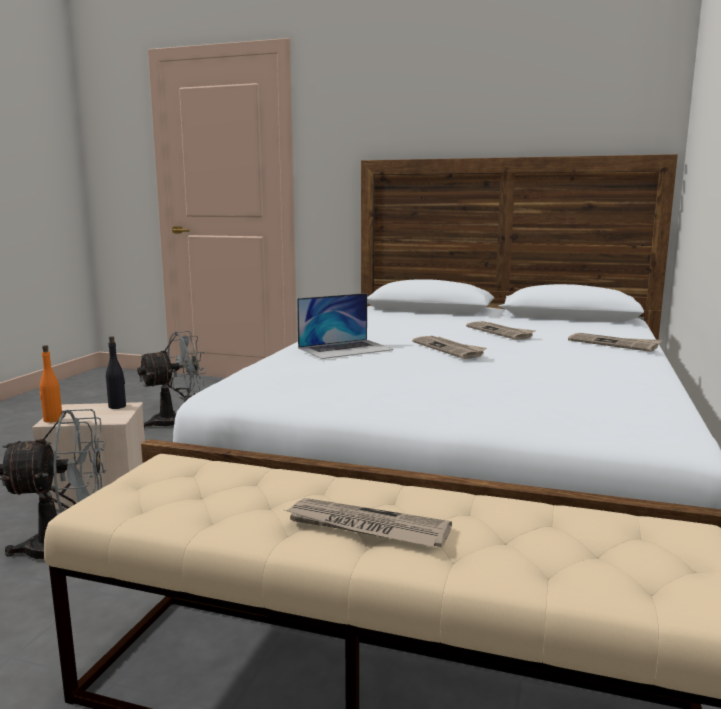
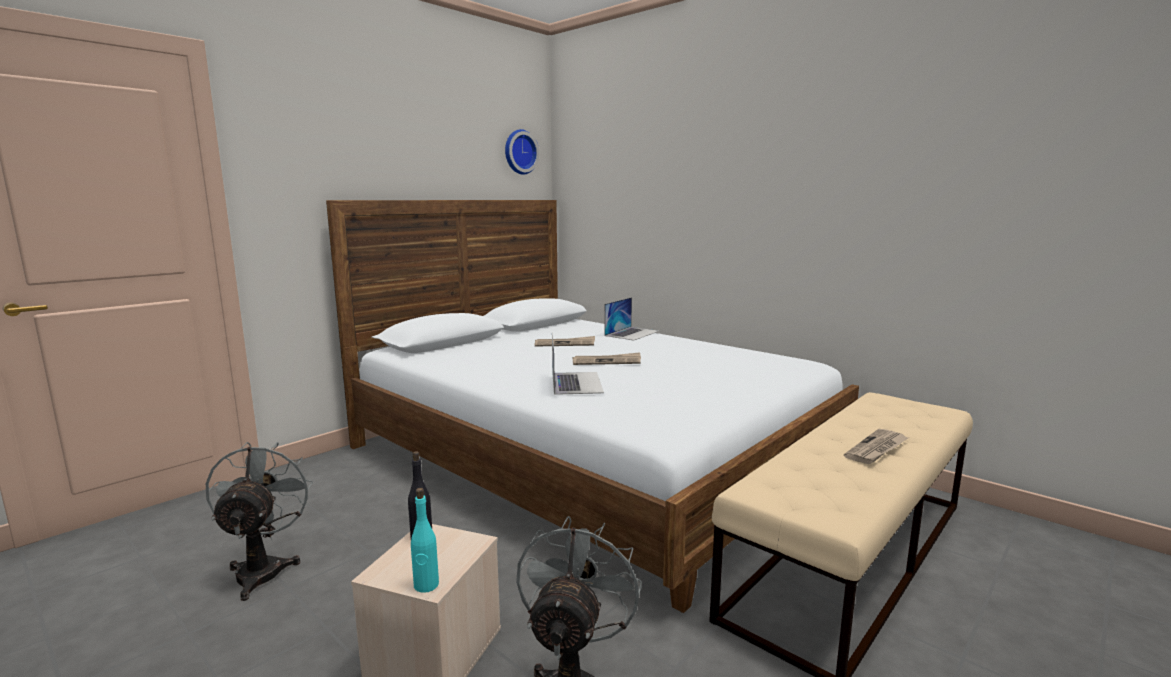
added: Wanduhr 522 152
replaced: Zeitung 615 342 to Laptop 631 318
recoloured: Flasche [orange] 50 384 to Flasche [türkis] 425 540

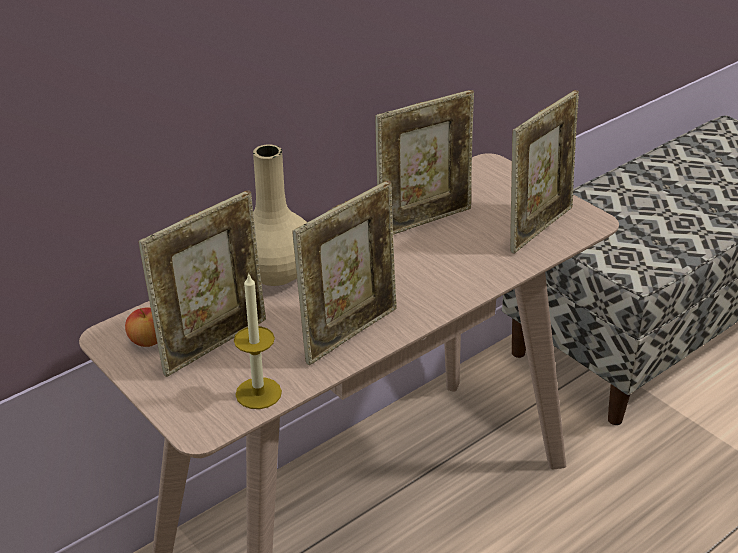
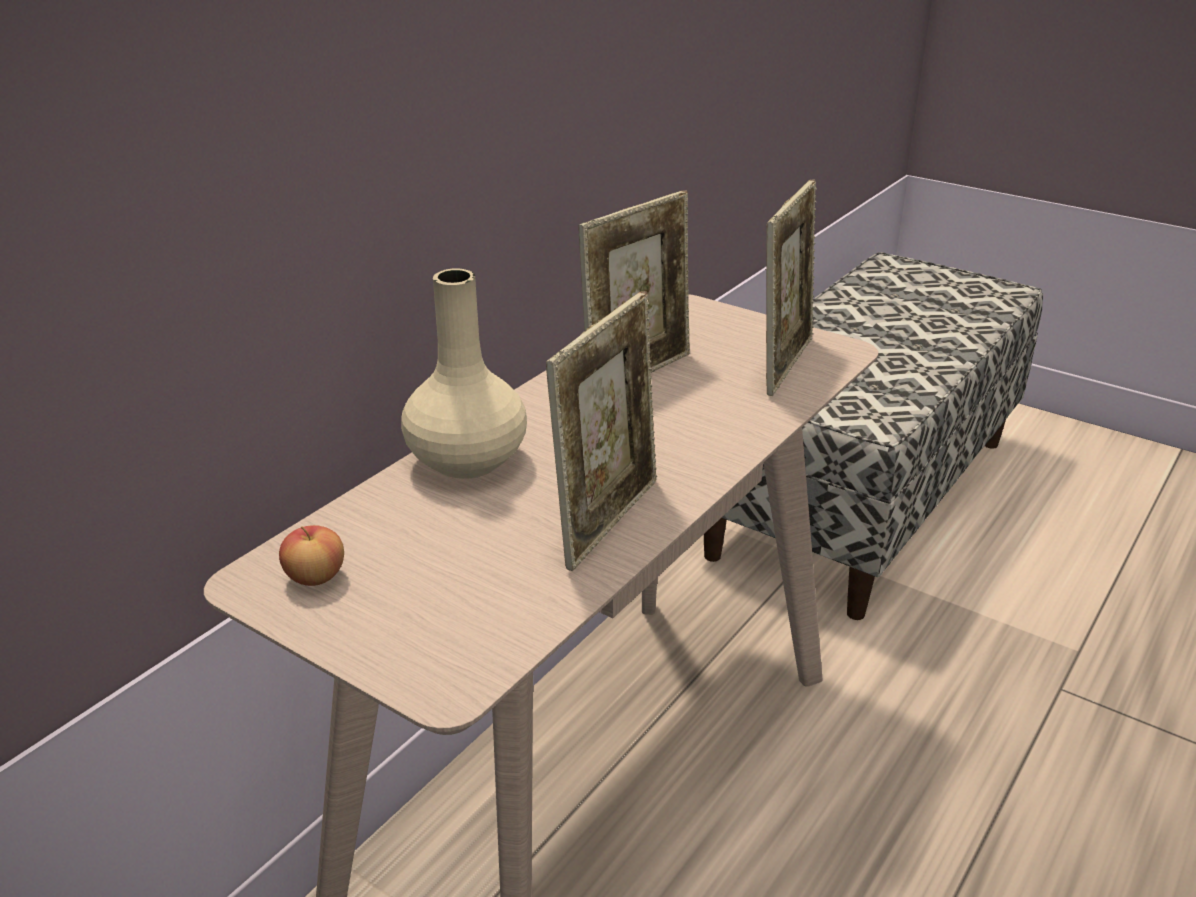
removed: Bilderrahmen 202 283; Kerze 258 340

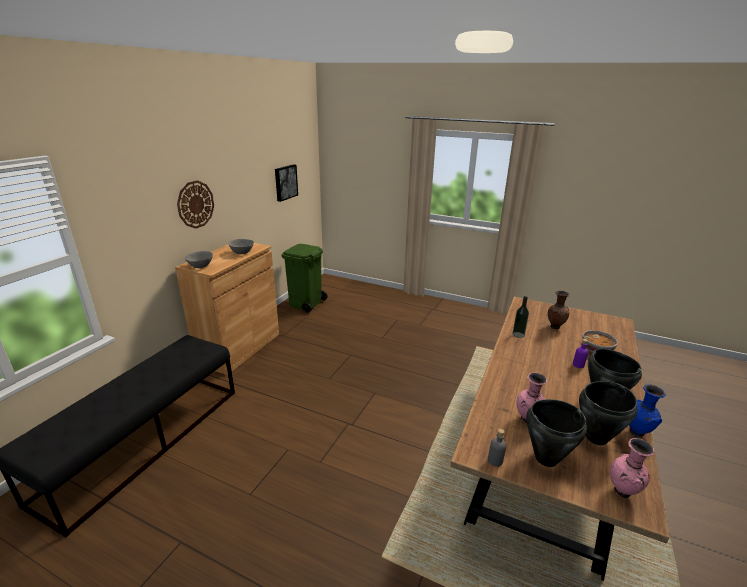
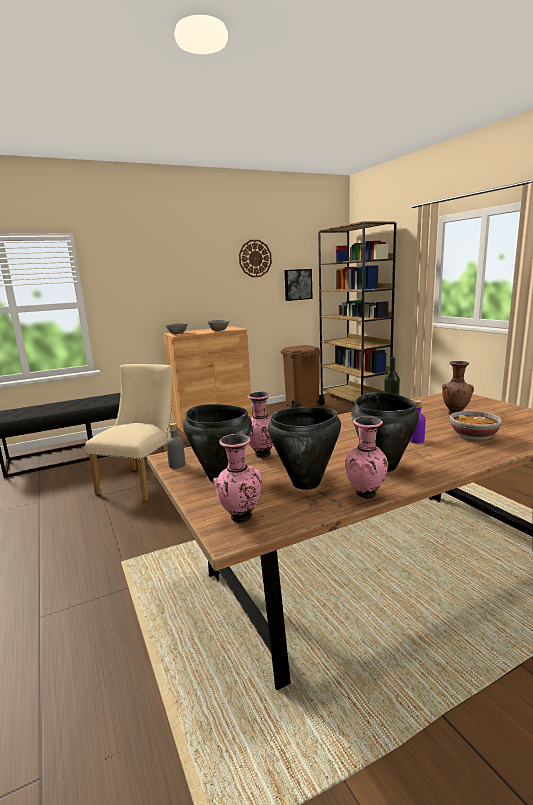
added: Stuhl [beige] 129 432; Bücherregal [braun] 357 311
moved: Wanduhr 195 204 to 255 258
recoloured: Mülleimer [grün] 305 278 to Mülleimer [braun] 303 376; Vase [blau] 647 410 to Vase [rosa] 366 458

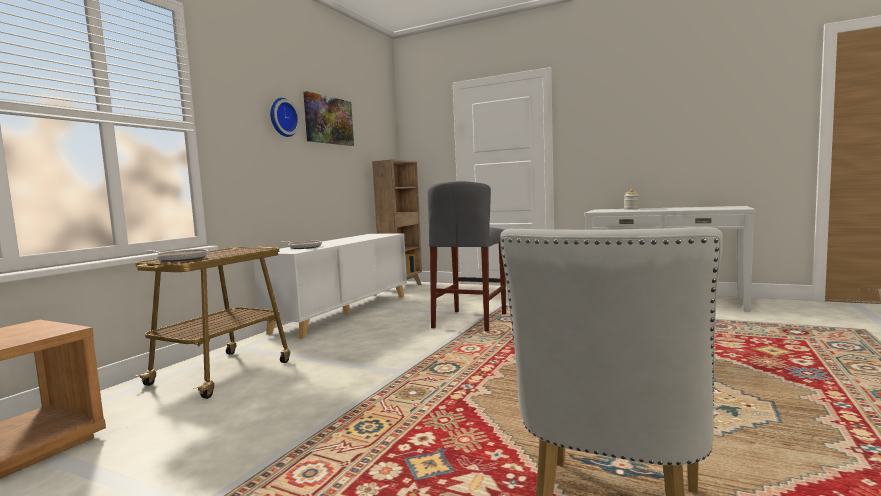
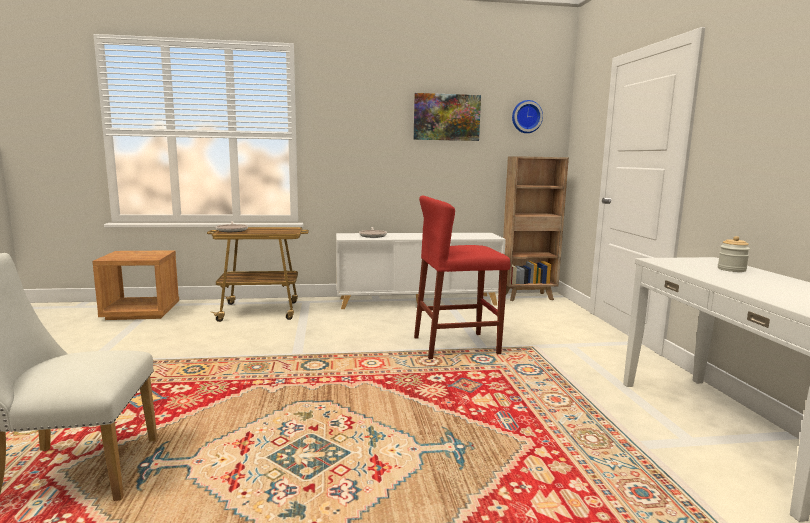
moved: Wanduhr 285 117 to 527 116
recoloured: Hocker [grau] 466 256 to Hocker [rot] 462 277

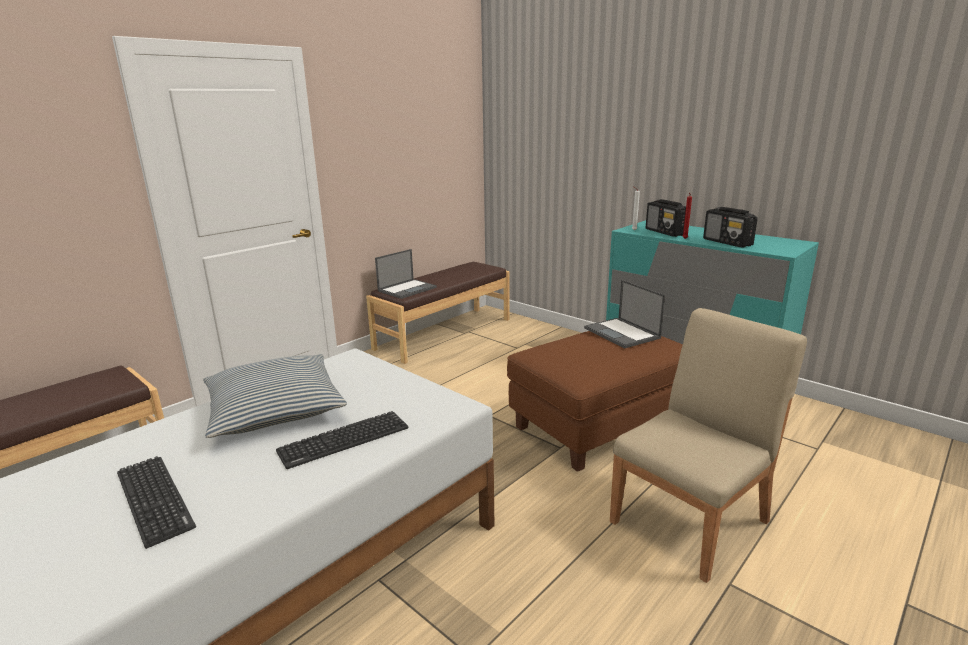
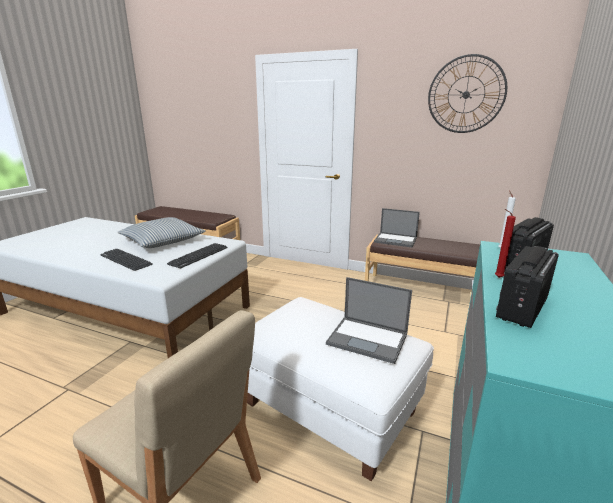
added: Wanduhr 467 93
moved: Tastatur 156 502 to 197 255
recoloured: Polsterhocker [braun] 595 401 to Polsterhocker [weiß] 340 389
turned: Laptop 624 314 = 369 320 105 degrees counterclockwise

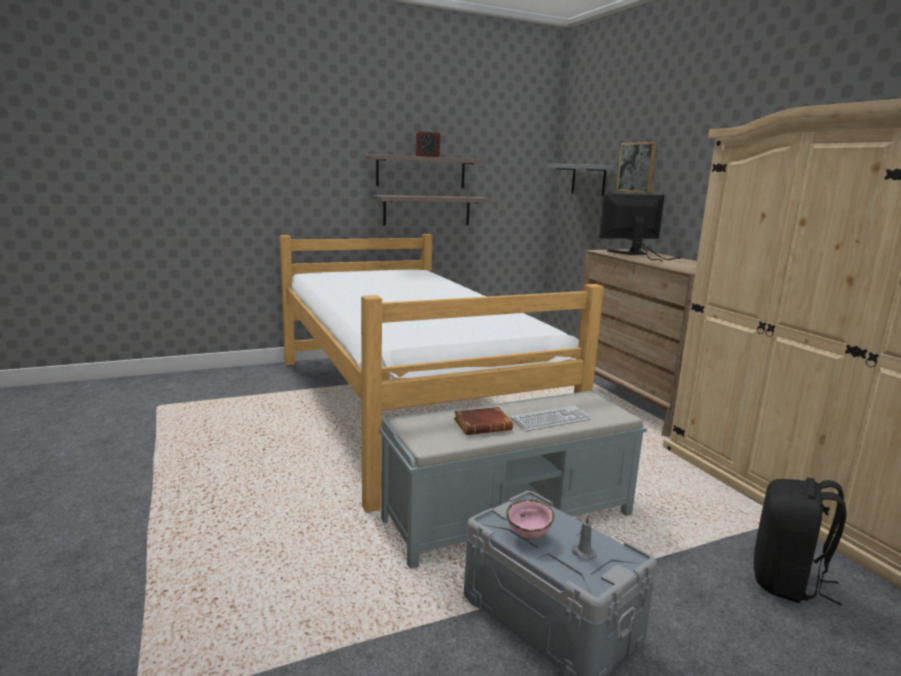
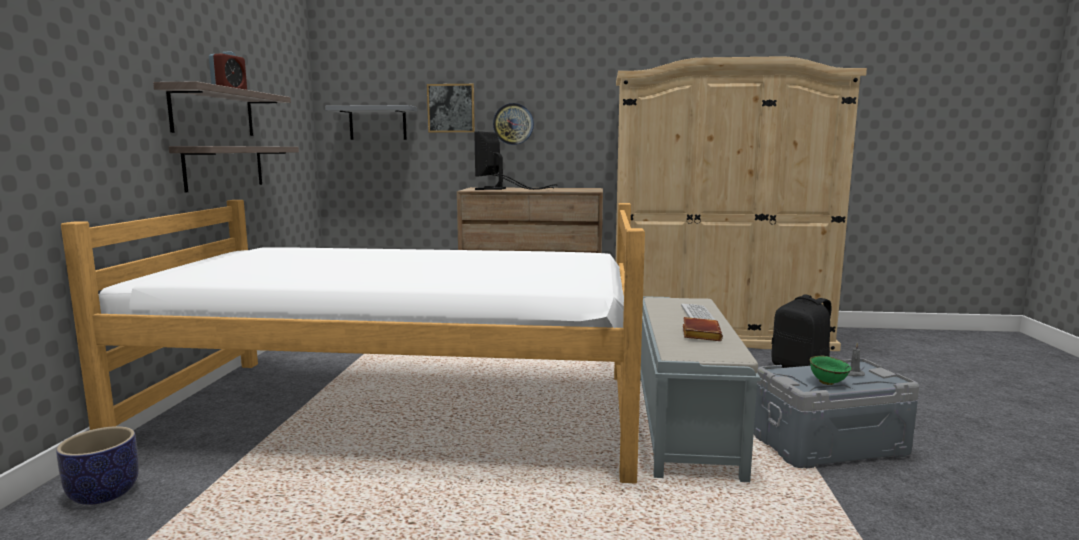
added: Pflanzkübel 97 465; Wanduhr 513 124
recoloured: Schüssel [rosa] 530 519 to Schüssel [grün] 830 370

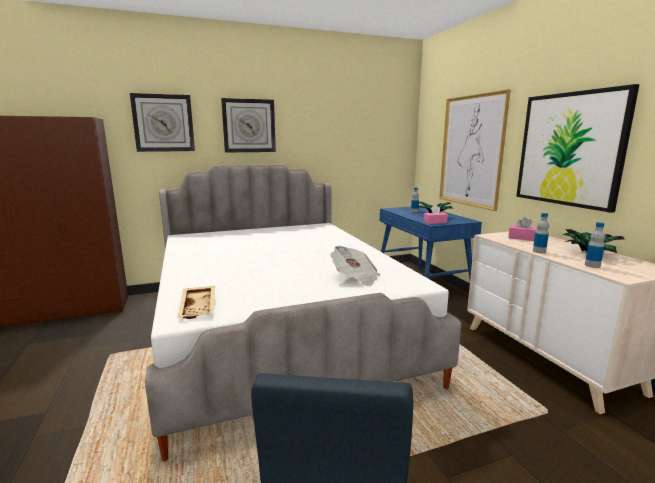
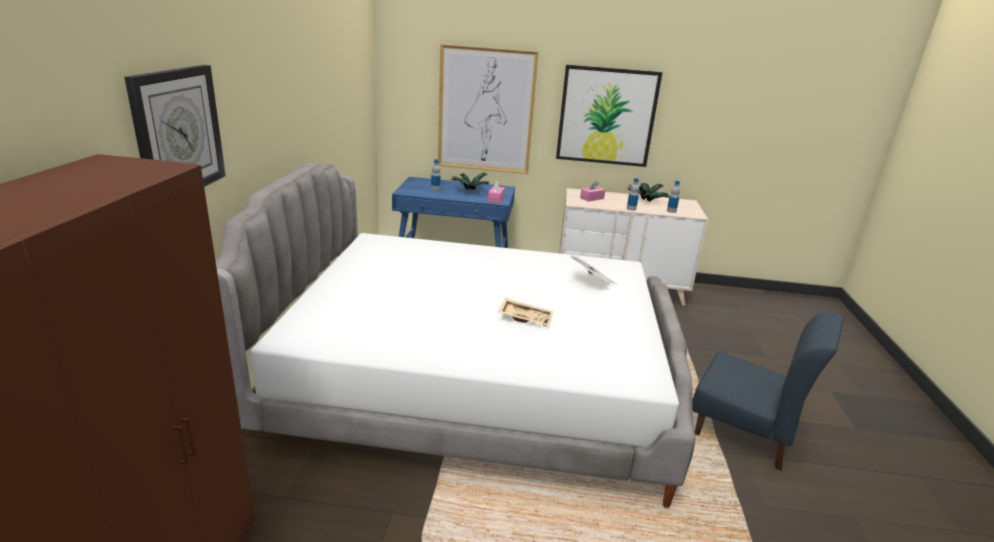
removed: Wanduhr 248 125
moved: Tablett [beige] 196 302 to 526 312

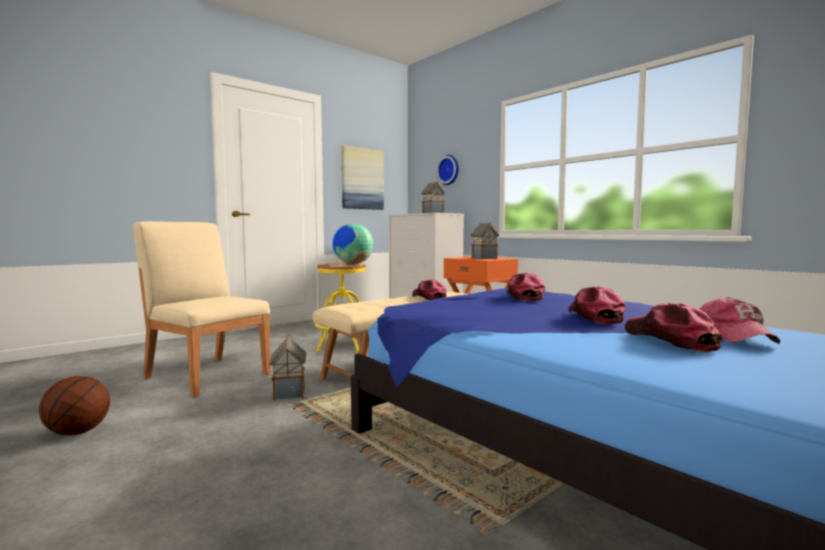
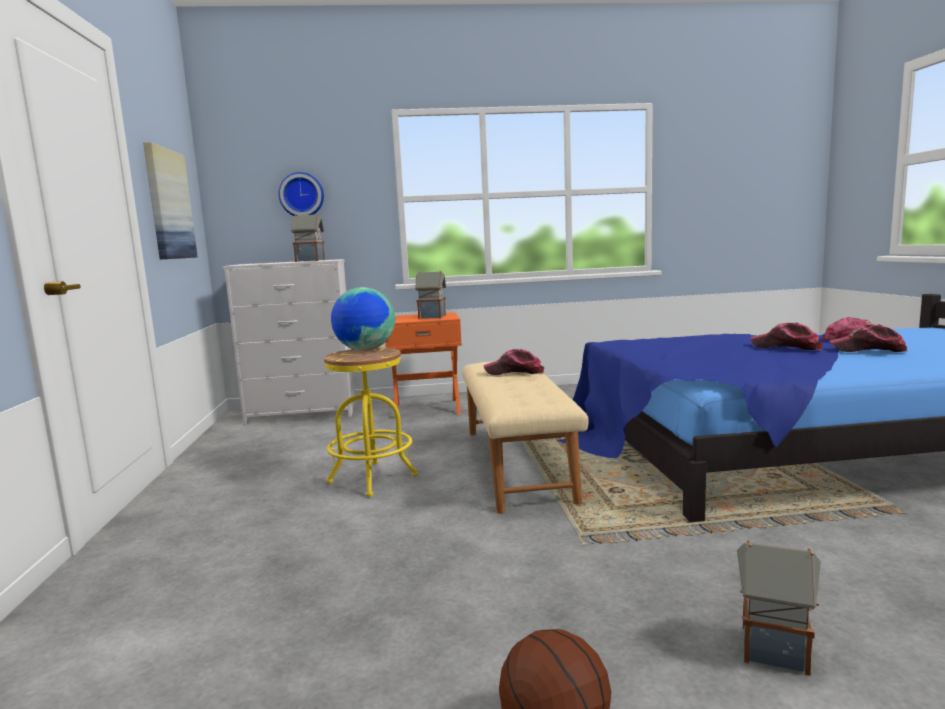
removed: Stuhl [beige] 202 309; Kappe 525 287
moved: Spielzeughaus 287 368 to 779 608

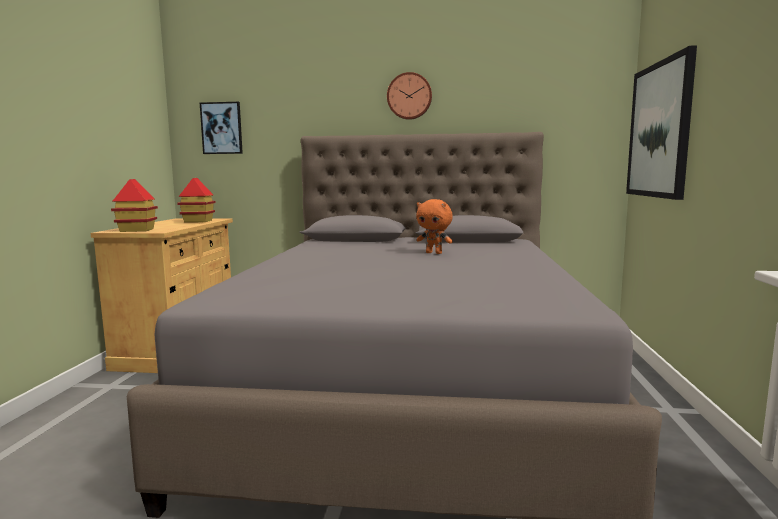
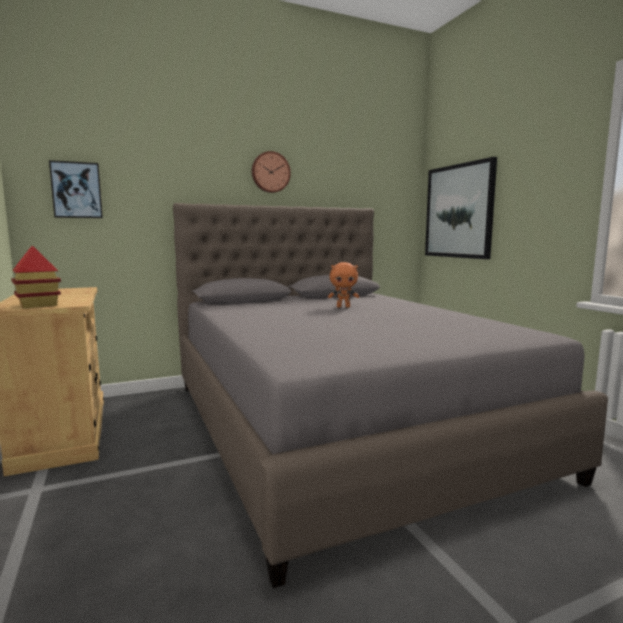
removed: Spielzeughaus 196 200

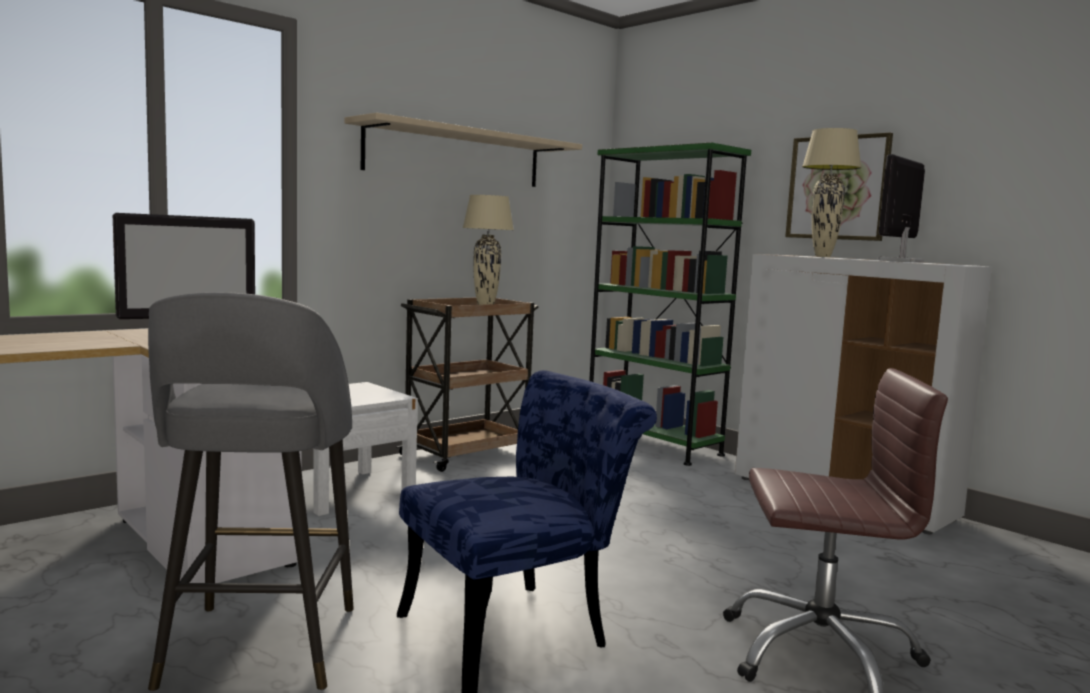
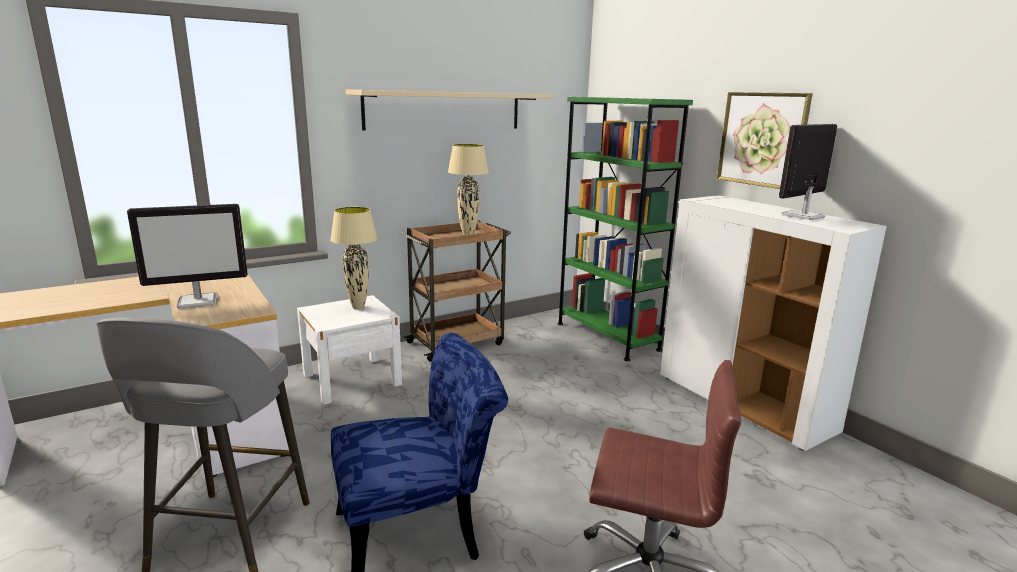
moved: Tischlampe [beige] 831 192 to 354 258

